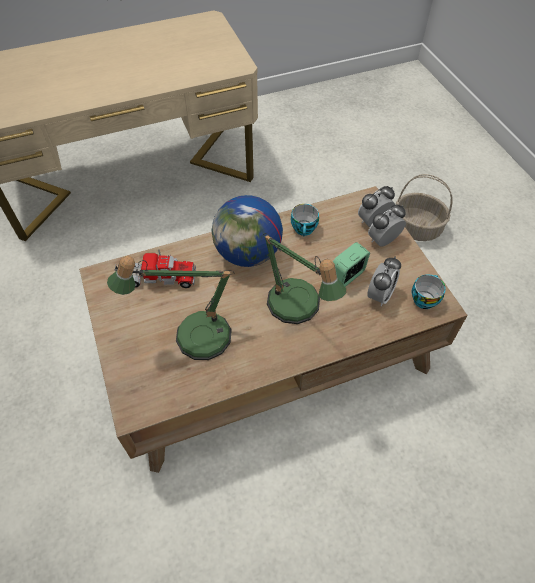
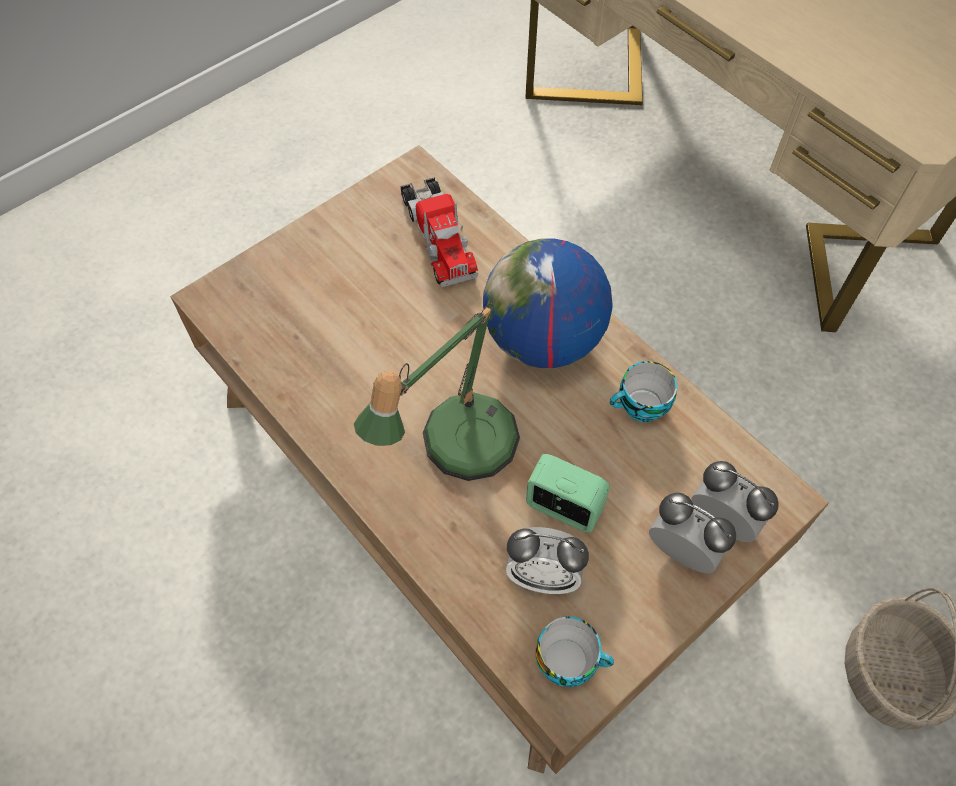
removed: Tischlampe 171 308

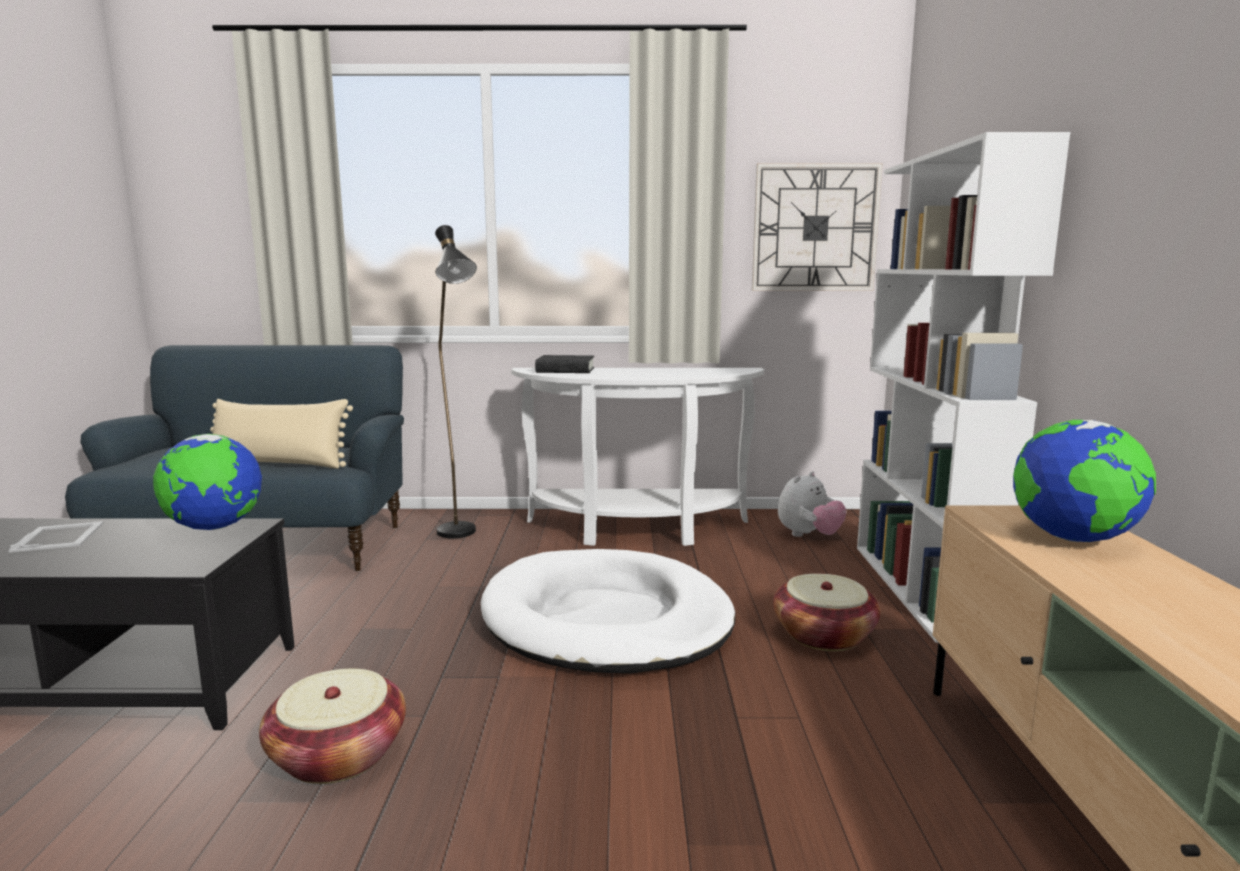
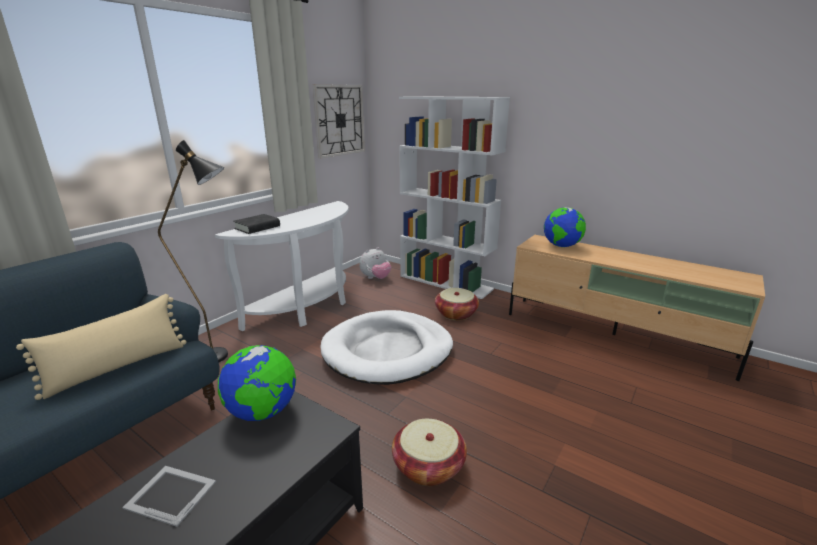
turned: Plüschtier 812 504 = 375 263 60 degrees clockwise

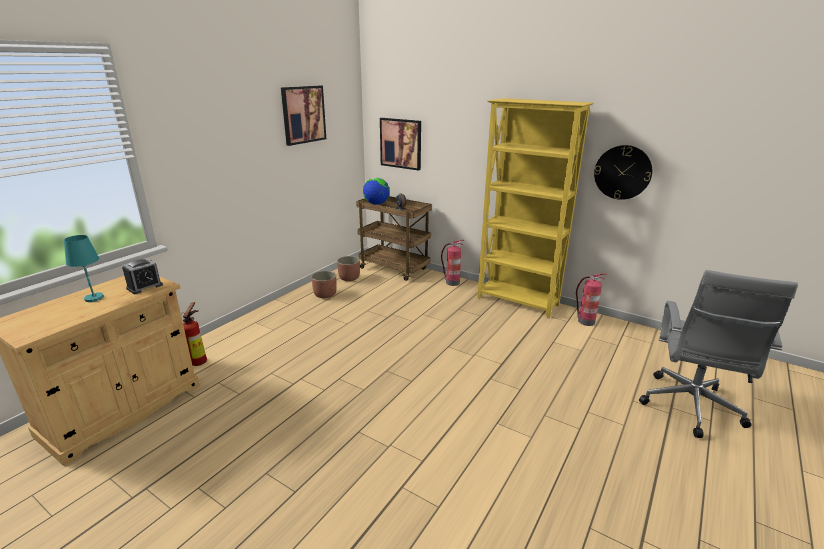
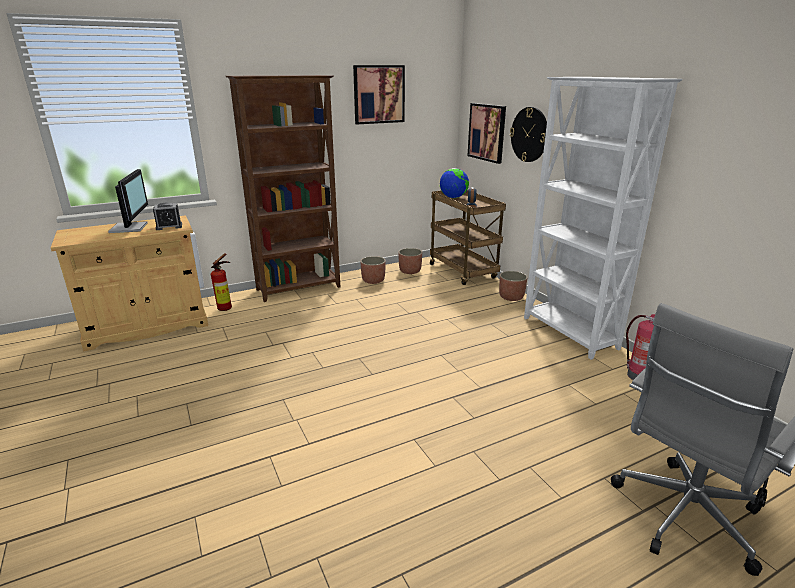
added: Bücherregal [braun] 283 188
moved: Wanduhr 623 172 to 528 134
replaced: Tischlampe [türkis] 84 268 to Monitor 128 201; Feuerlöscher 452 263 to Pflanzkübel 513 286
recoloured: Bücherregal [gelb] 535 208 to Bücherregal [weiß] 603 218

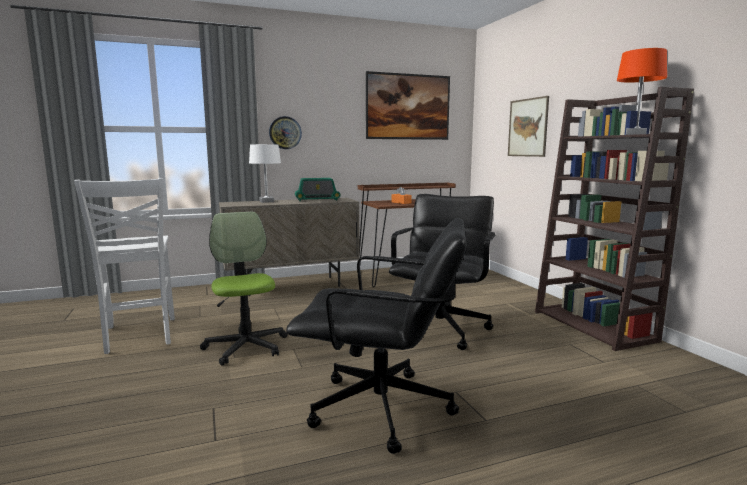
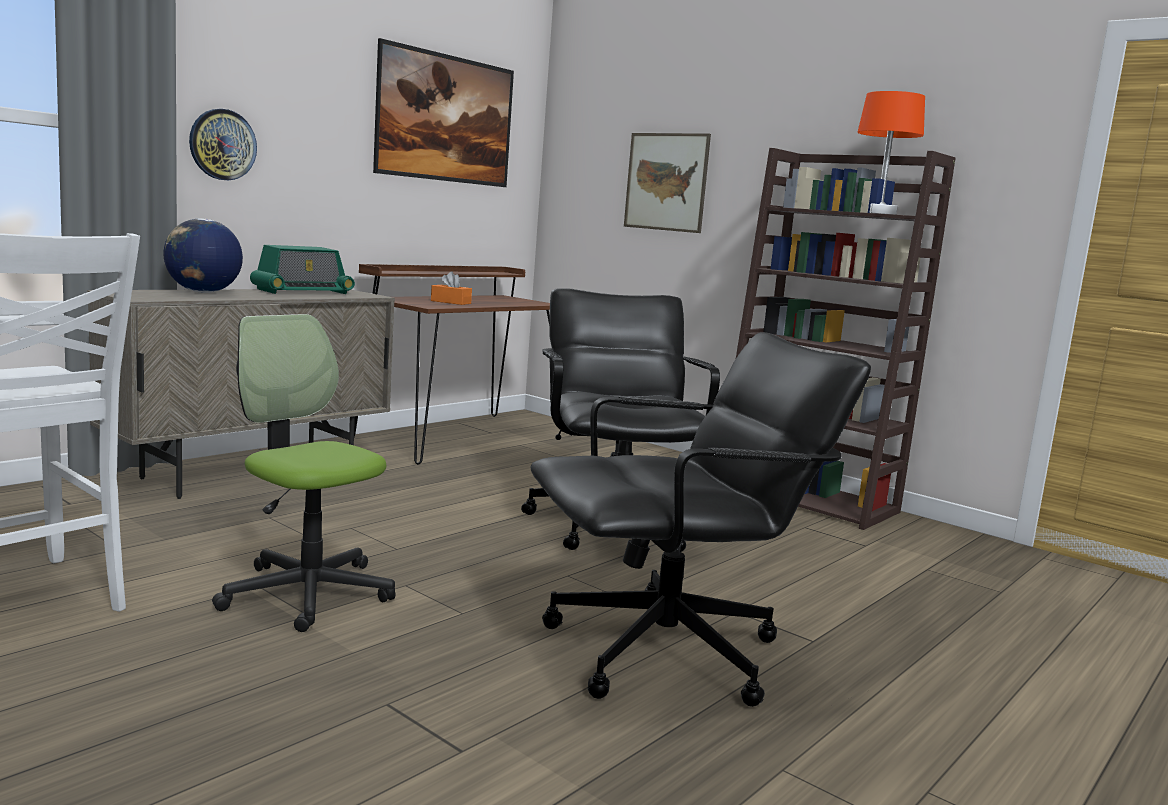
replaced: Tischlampe [weiß] 265 173 to Globus 203 255

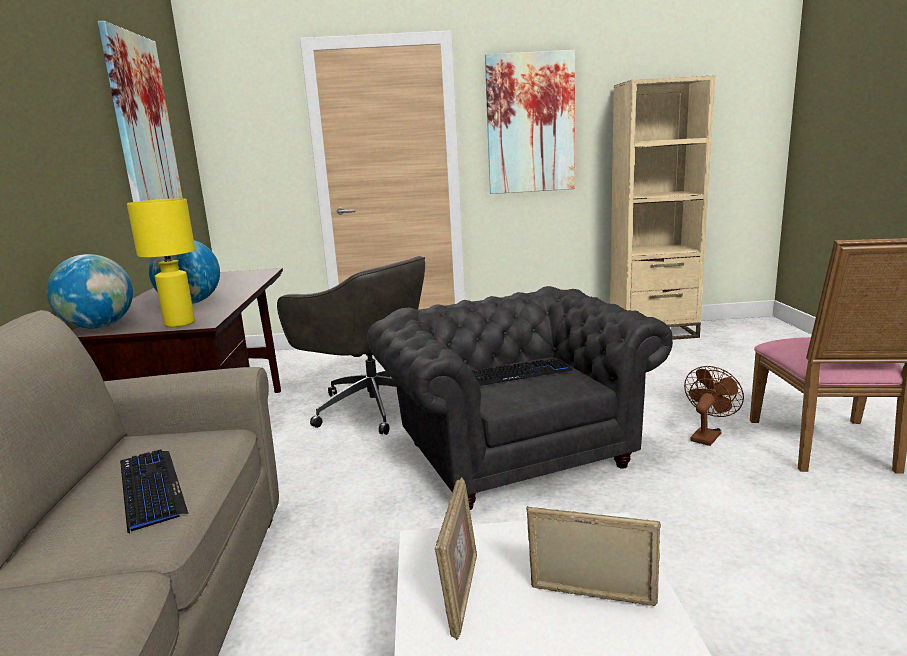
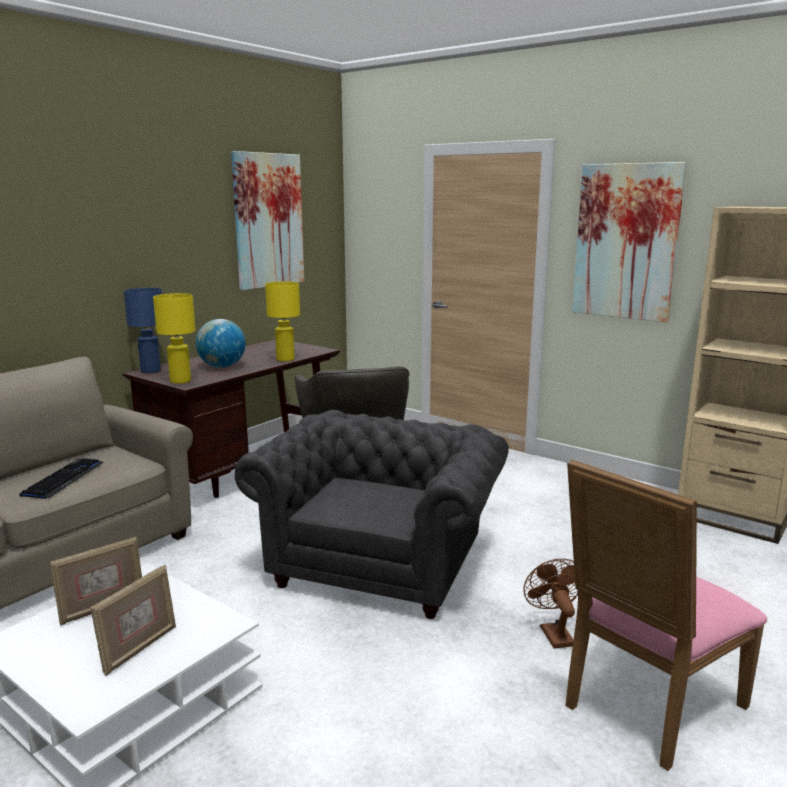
removed: Tastatur 522 372
added: Tischlampe [gelb] 282 321
replaced: Globus 90 291 to Tischlampe [blau] 143 330
turned: Bilderrahmen 593 556 = 133 620 60 degrees clockwise; Ventilator [braun] 714 406 = 551 604 90 degrees counterclockwise

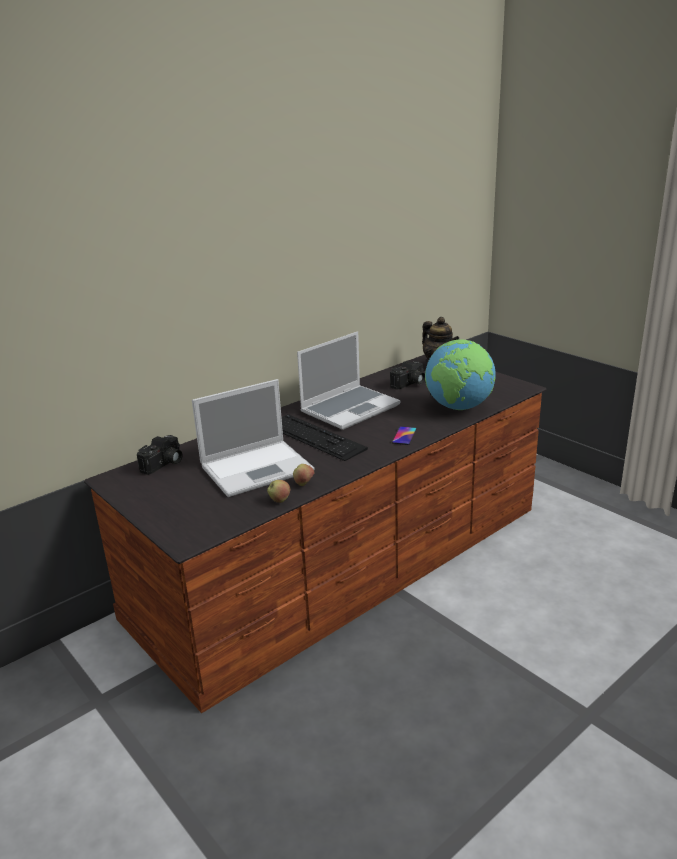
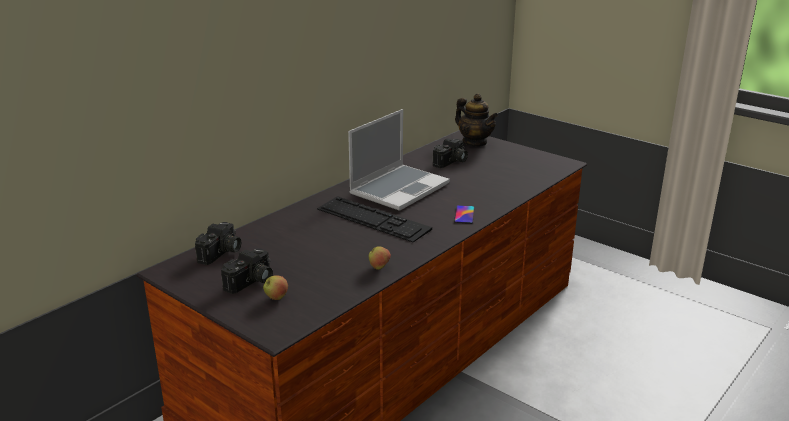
removed: Laptop 253 438; Globus 460 374
added: Kamera 247 271
moved: Apfel 279 491 to 275 287

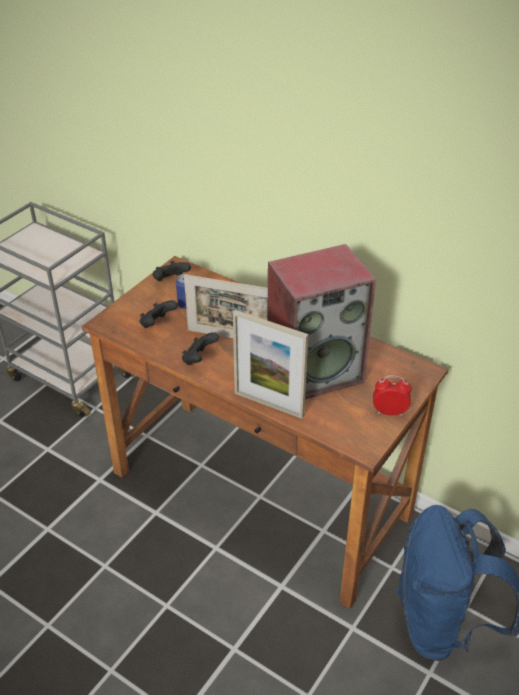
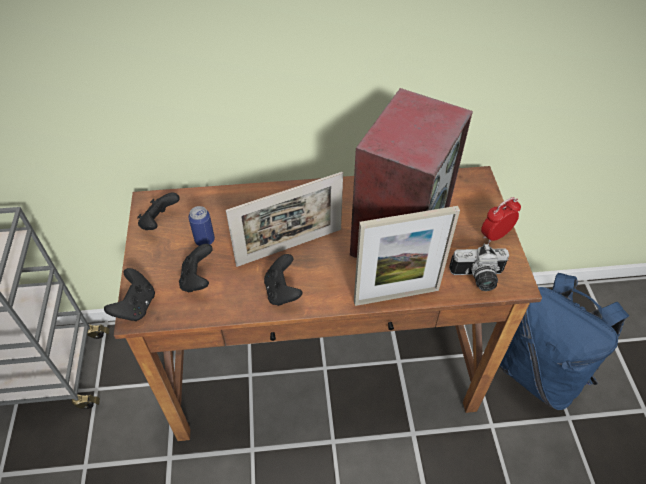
added: Gamepad [schwarz] 129 294; Kamera 479 267

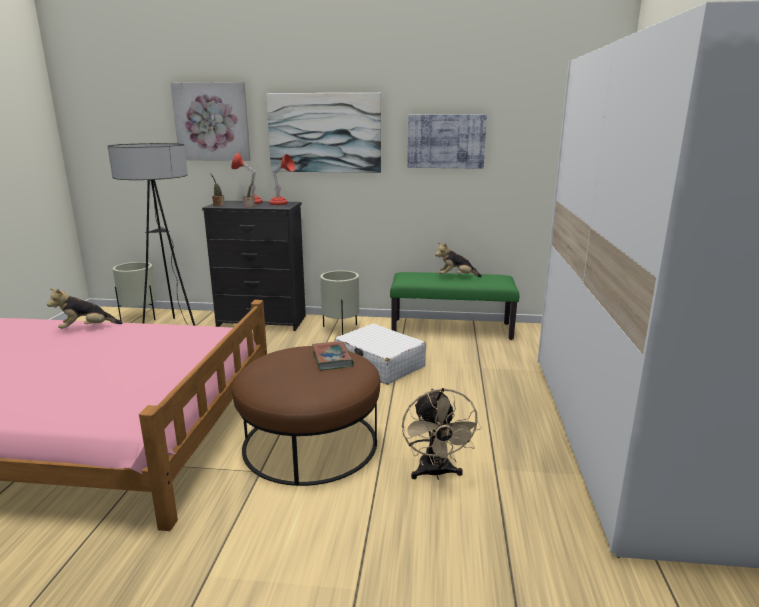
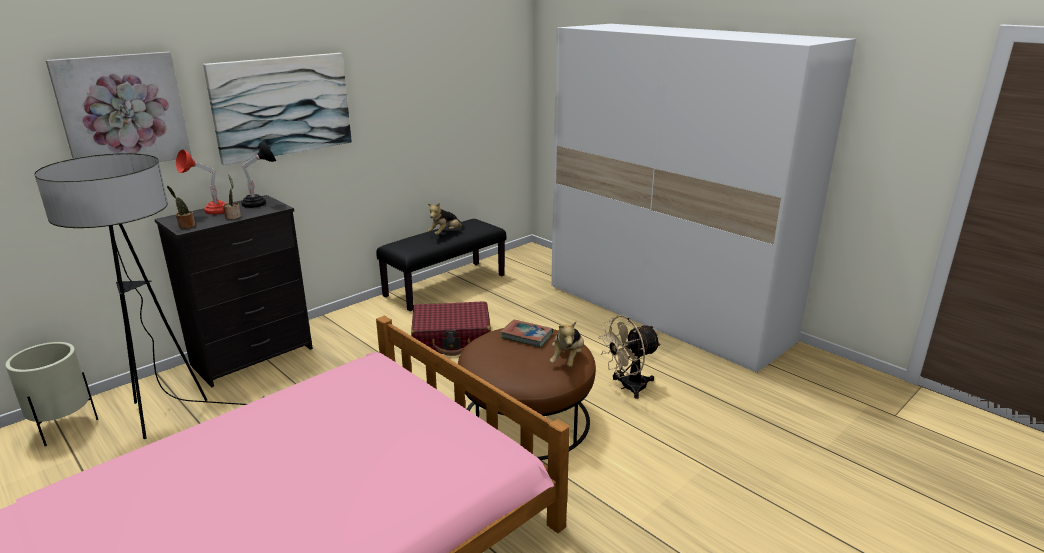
removed: Pflanzkübel [beige] 339 302; Bild 447 142
moved: Plüschtier 84 308 to 567 344
recoloured: Tischlampe [rot] 282 179 to Tischlampe [schwarz] 258 174; Koffer [weiß] 380 354 to Koffer [rot] 451 328; Bank [grün] 454 306 to Bank [schwarz] 441 265
turned: Ventilator [beige] 442 434 = 629 357 120 degrees clockwise

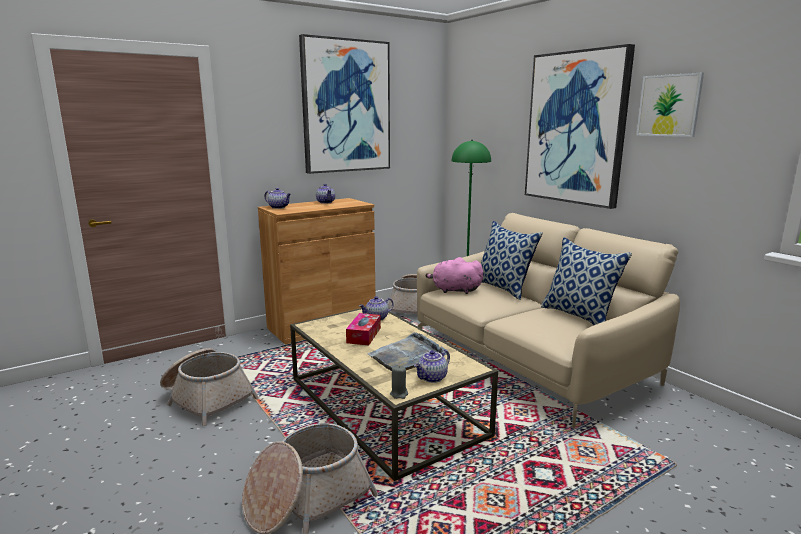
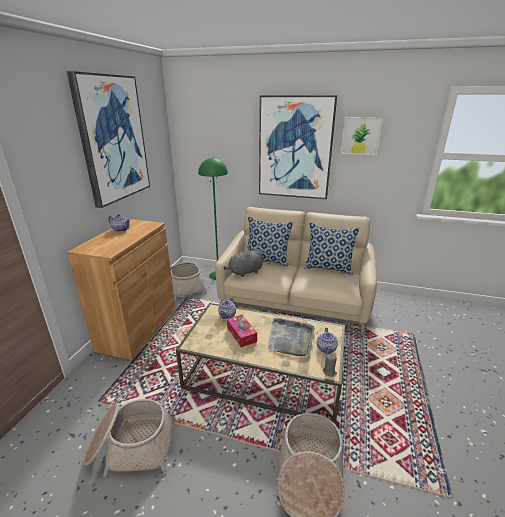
removed: Teekanne 278 198
recoloured: Plüschtier [rosa] 454 275 to Plüschtier [grau] 243 263

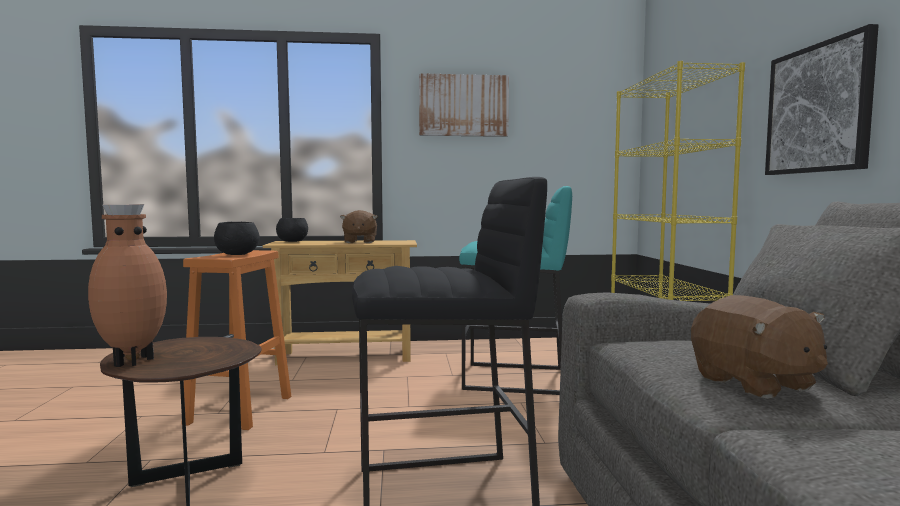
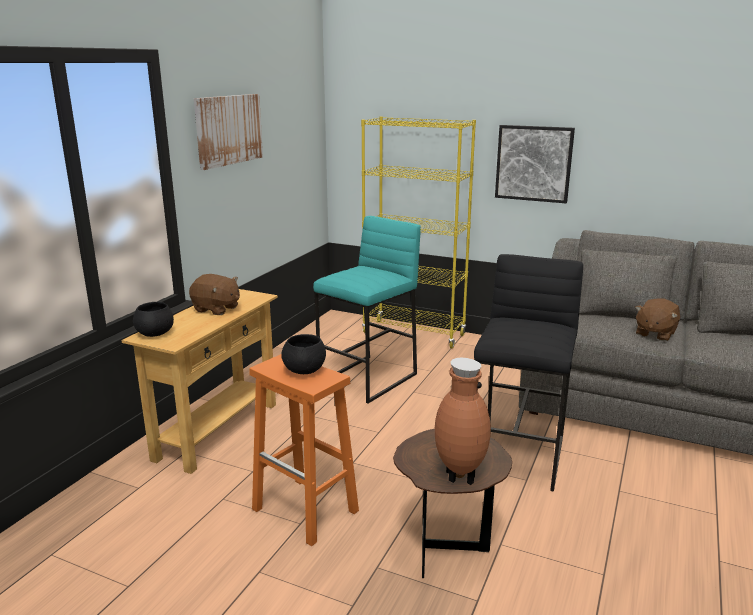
turned: Plüschtier [braun] 759 347 = 657 319 120 degrees clockwise

